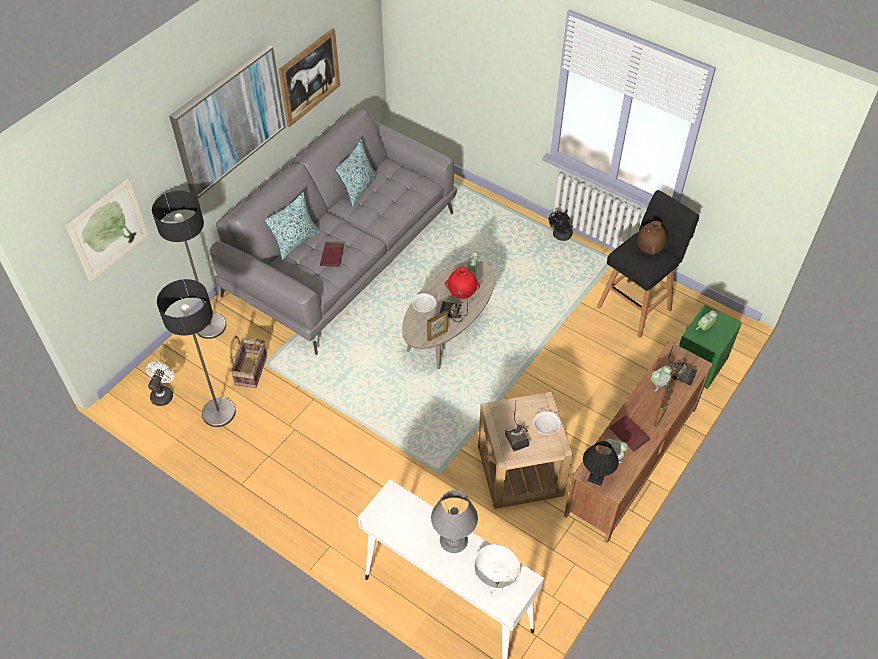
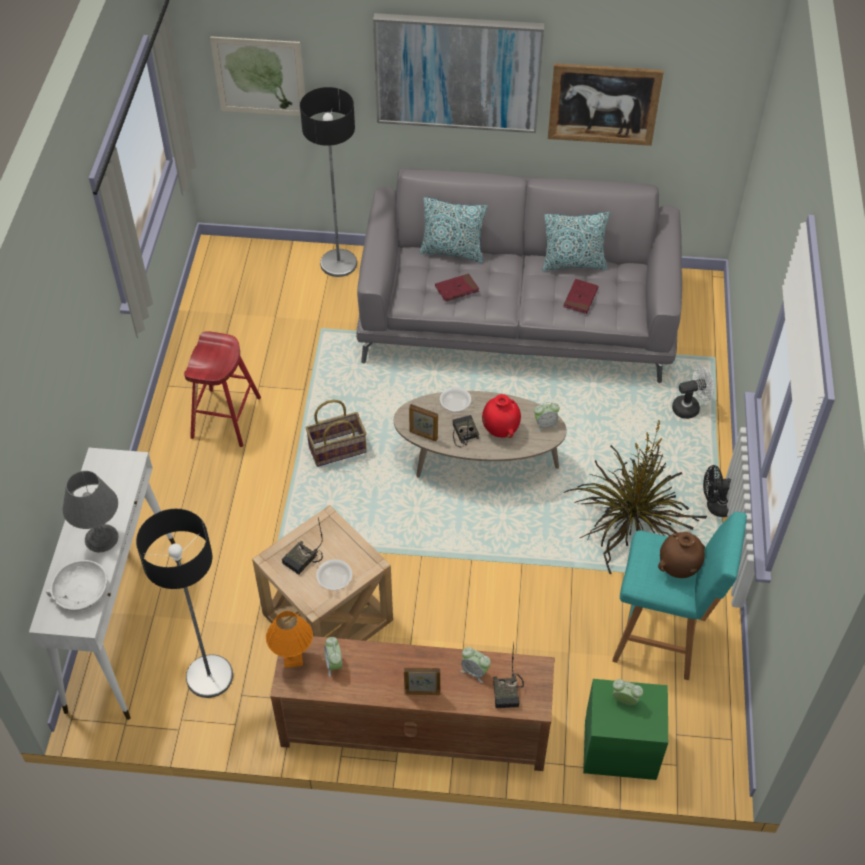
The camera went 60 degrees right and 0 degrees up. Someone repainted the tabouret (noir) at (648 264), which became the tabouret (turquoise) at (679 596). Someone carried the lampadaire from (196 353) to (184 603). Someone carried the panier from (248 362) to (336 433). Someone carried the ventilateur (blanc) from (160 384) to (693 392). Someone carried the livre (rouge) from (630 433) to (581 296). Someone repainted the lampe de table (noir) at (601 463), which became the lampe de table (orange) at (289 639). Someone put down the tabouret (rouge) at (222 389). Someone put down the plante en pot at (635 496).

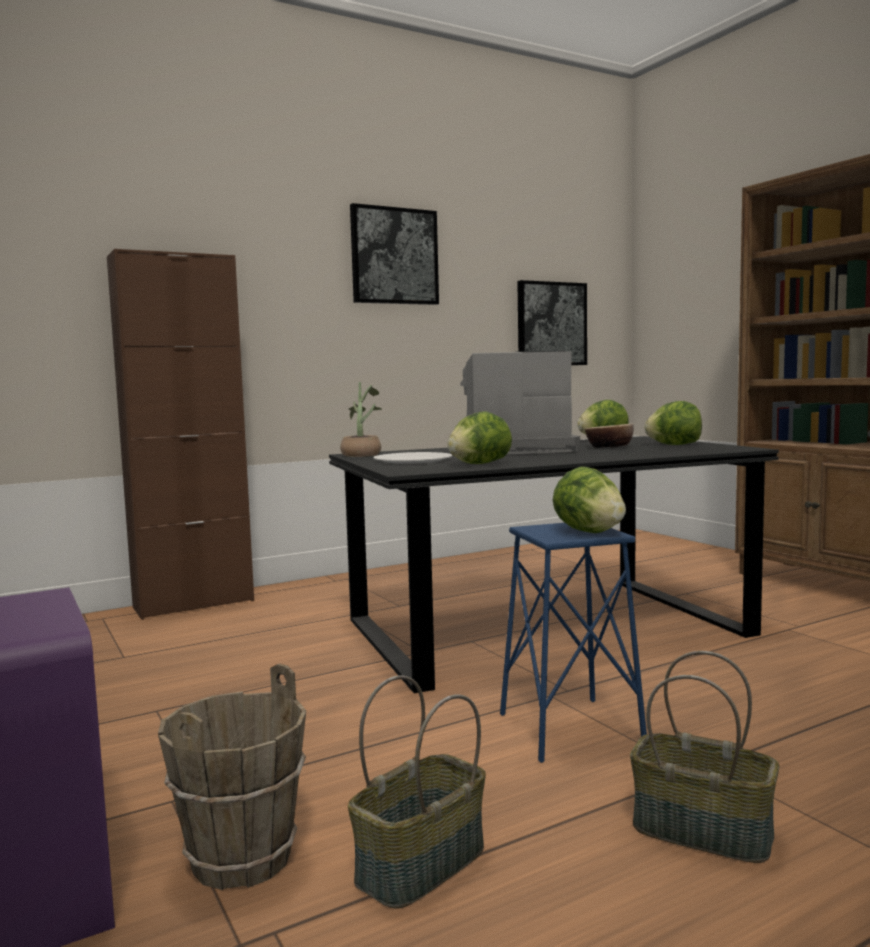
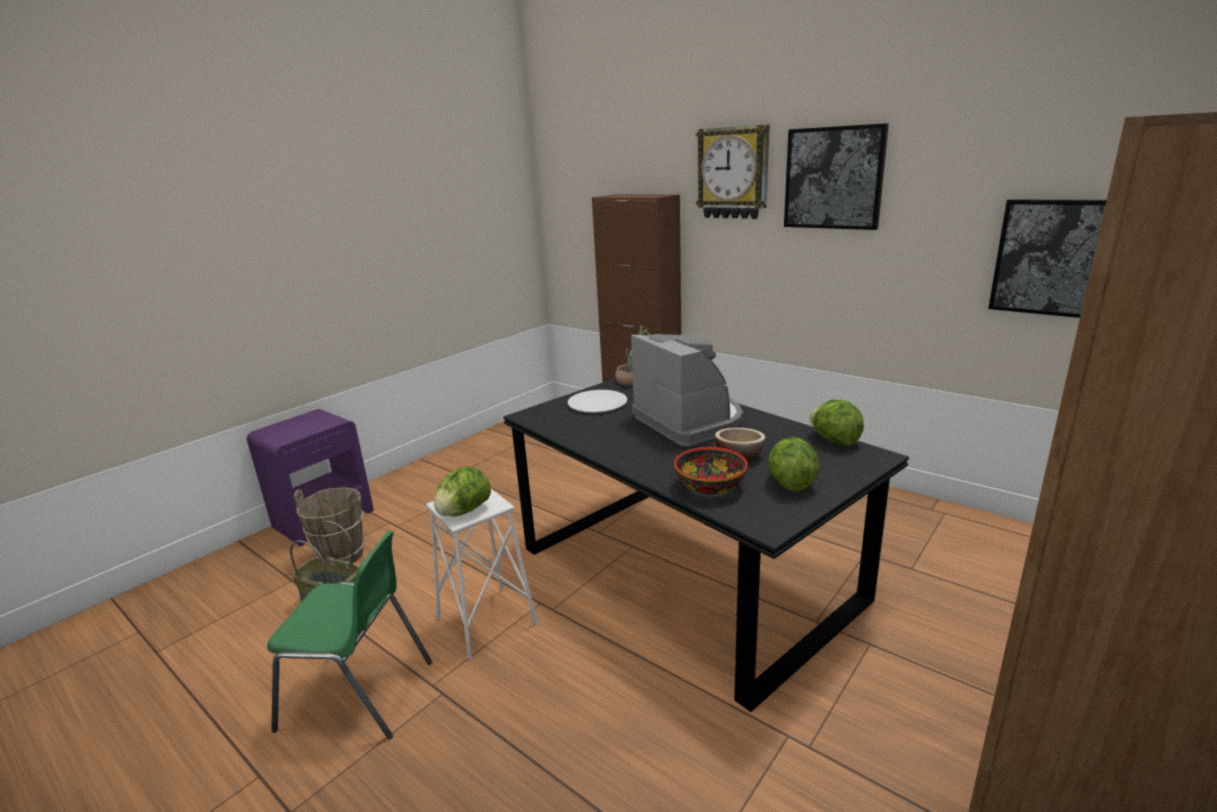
The camera went 70 degrees right and 15 degrees up. Someone took away the laitue at (479 438). Someone repainted the tabouret (bleu) at (573 643), which became the tabouret (blanc) at (482 574). Someone swapped the panier at (704 757) for the chaise (vert) at (349 635). Someone put up the horloge murale at (733 171). Someone put down the bol at (711 471).

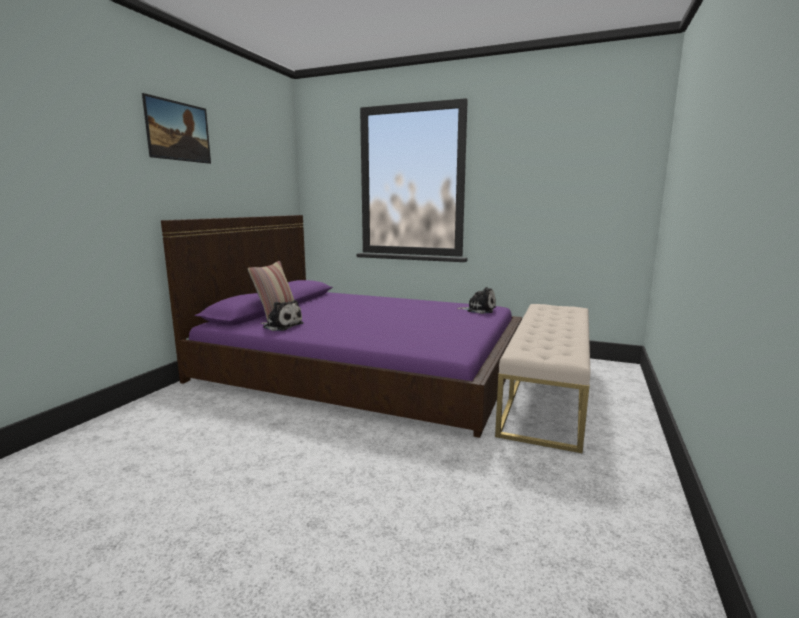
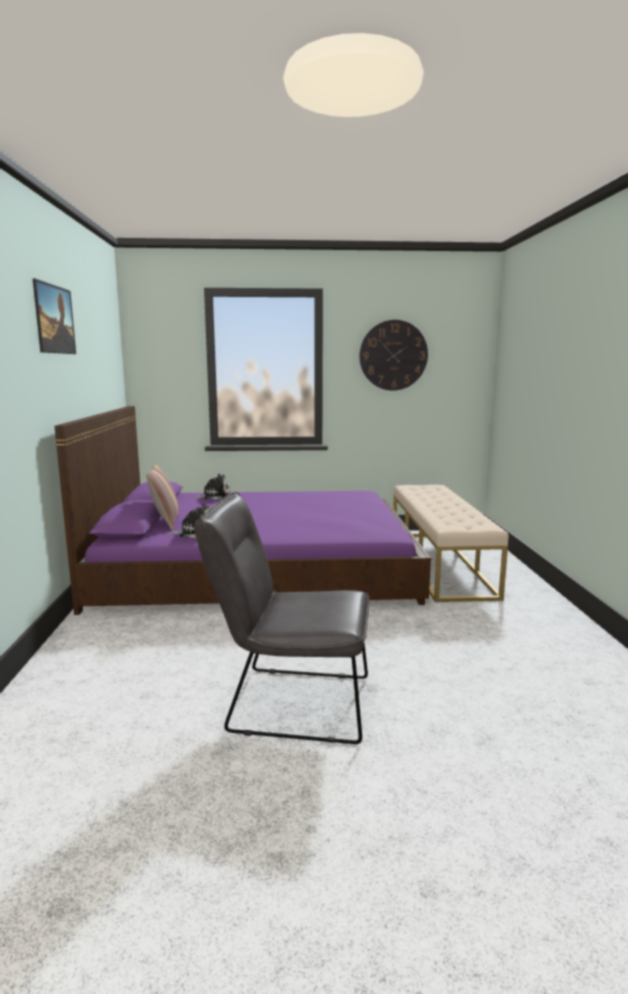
The camera went 25 degrees left and 0 degrees up. Someone carried the peluche from (477 300) to (211 487). Someone put up the horloge murale at (394 355). Someone put down the chaise (gris) at (282 618).

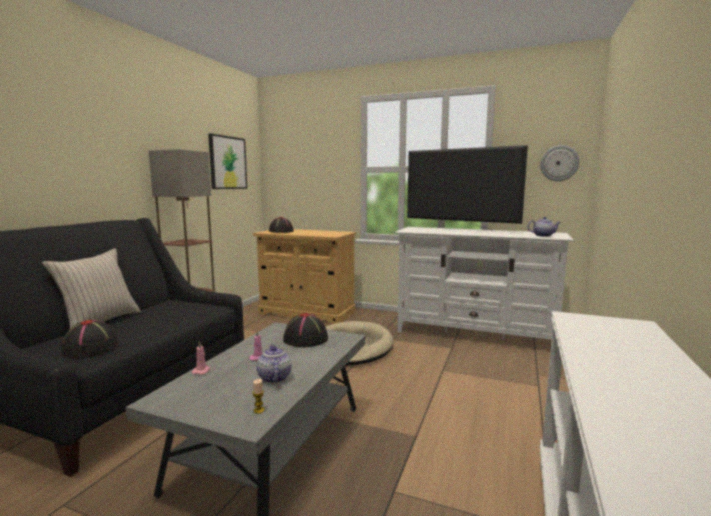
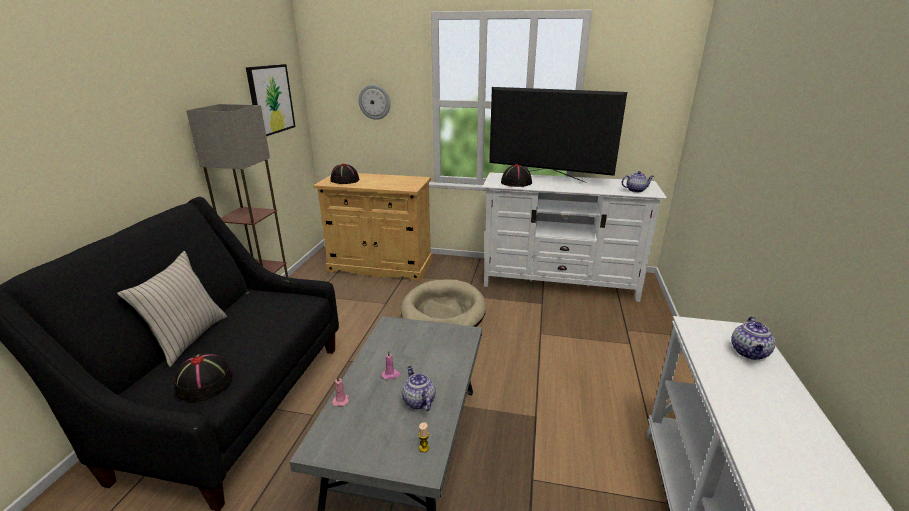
The camera went 10 degrees left and 15 degrees up. Someone carried the horloge murale from (560 163) to (374 102). Someone carried the chapeau (noir) from (305 330) to (516 175). Someone put down the théière at (753 338).

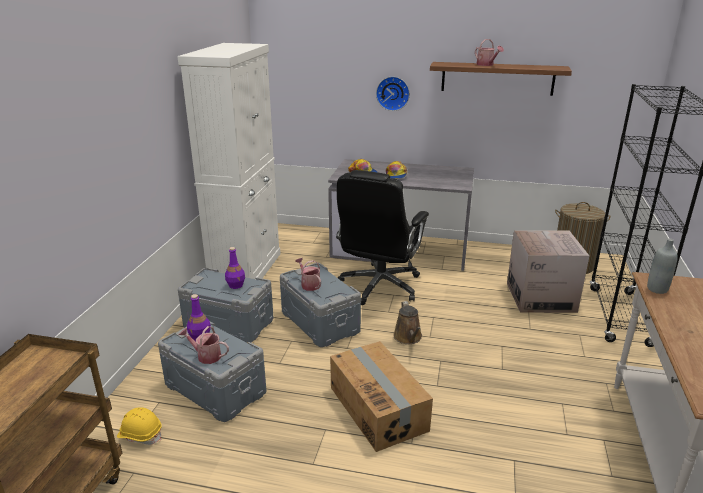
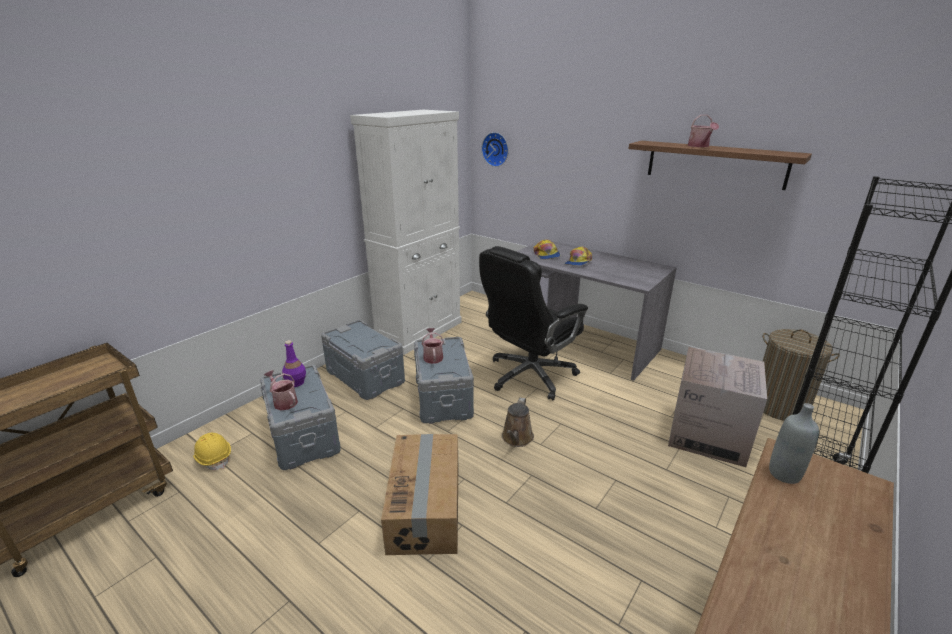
The camera went 25 degrees right and 0 degrees up. Someone carried the horloge murale from (393 93) to (495 149). Someone took away the bouteille (violet) at (235 268).

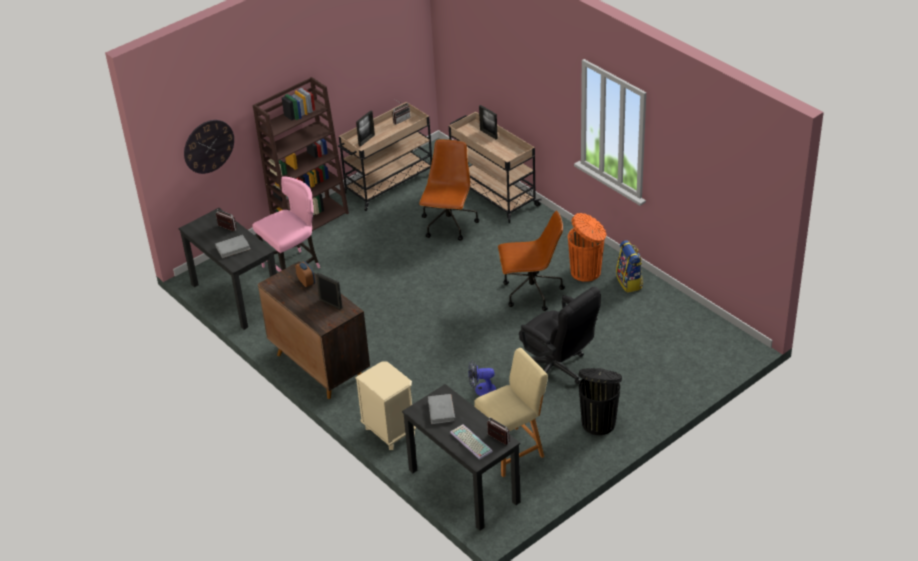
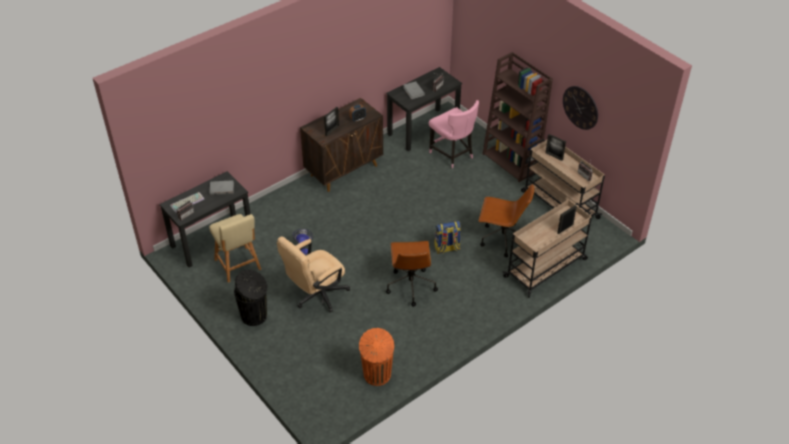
The camera went 90 degrees right and 5 degrees up. Someone carried the horloge murale from (209 147) to (580 108). Someone carried the poubelle (orange) from (587 247) to (376 357). Someone carried the sac à dos from (629 266) to (448 237). Someone repainted the chaise de bureau (noir) at (560 335), which became the chaise de bureau (beige) at (313 274). Someone took away the table de chevet (beige) at (385 406).

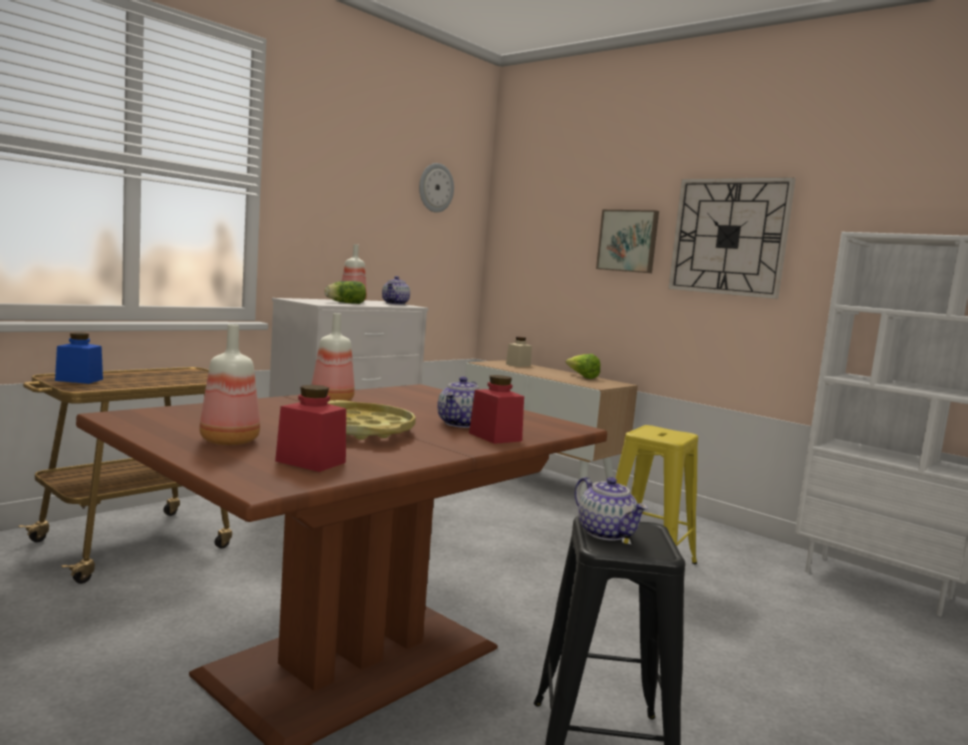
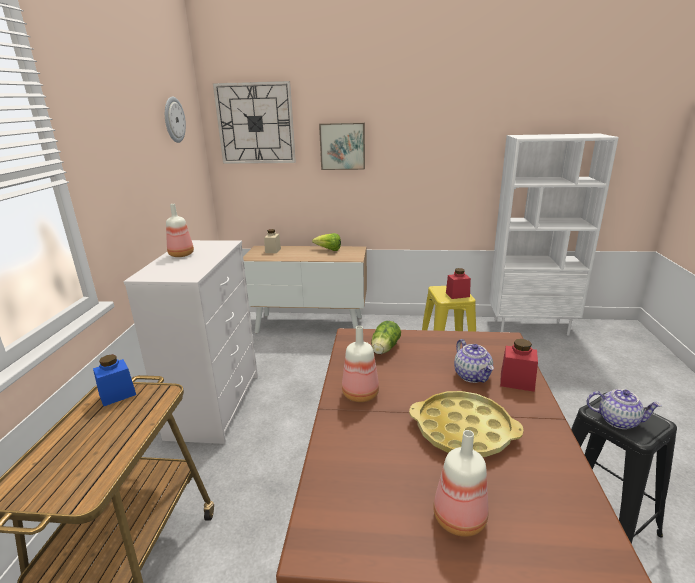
The camera went 35 degrees left and 15 degrees up. Someone carried the horloge murale from (732 238) to (254 122). Someone took away the théière at (396 290). Someone carried the laitue from (345 292) to (386 337). Someone carried the bocal (bleu) from (79 358) to (114 380). Someone carried the bocal (rouge) from (310 428) to (458 283).

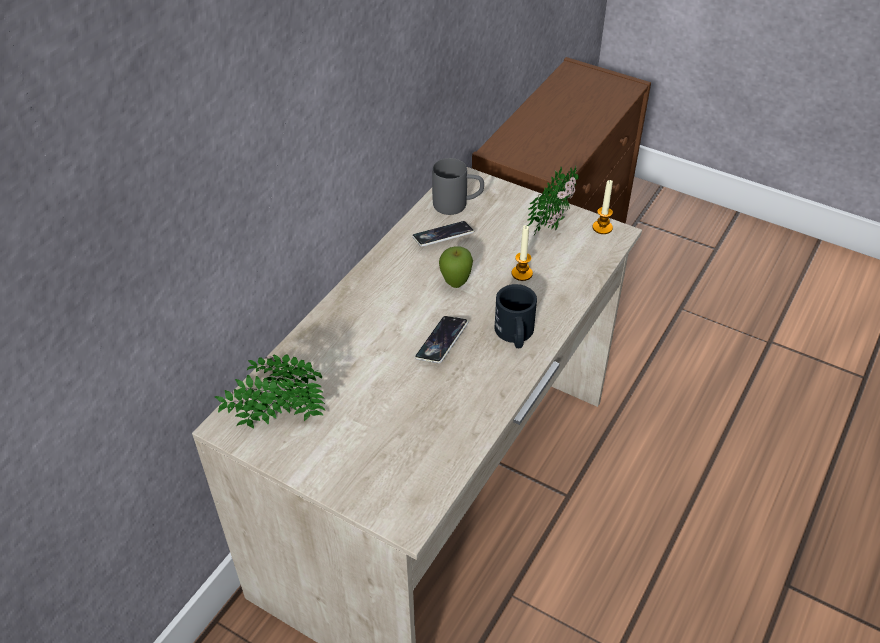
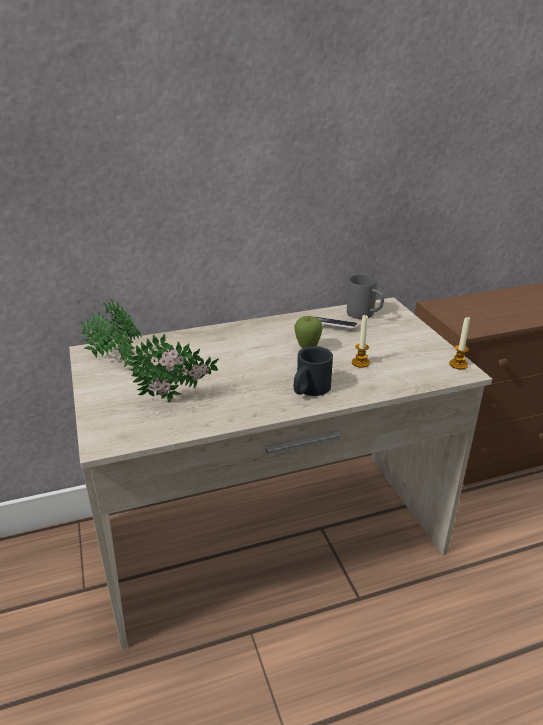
The camera went 40 degrees right and 15 degrees down. Someone carried the plante en pot from (553 200) to (174 368). Someone took away the téléphone at (442 340).

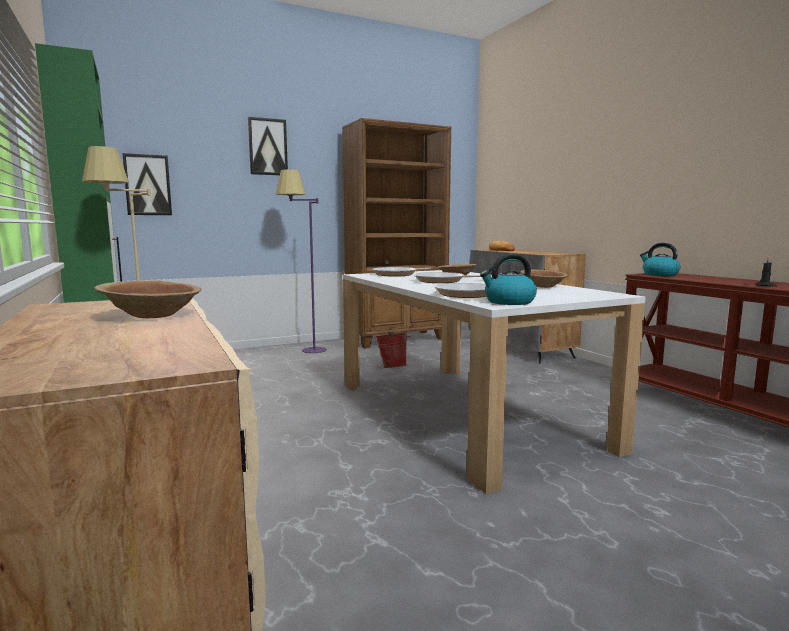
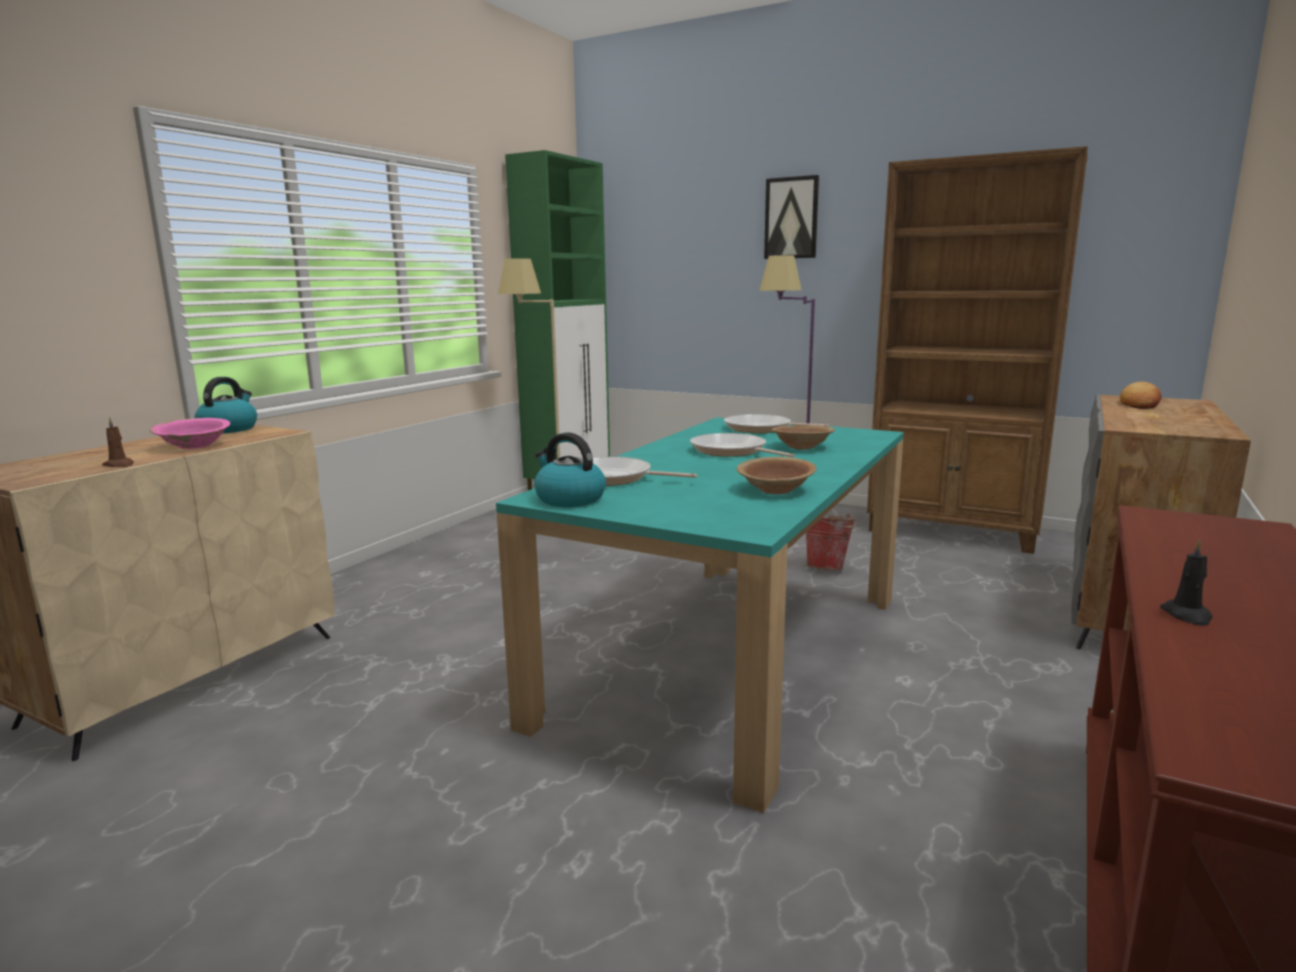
The camera went 55 degrees right and 5 degrees up. Someone took away the tableau at (147 184). Someone carried the bouilloire from (660 259) to (226 405). Someone repainted the table à manger (blanc) at (494 382), which became the table à manger (turquoise) at (700 615). Someone repainted the bol (marron) at (147 299), which became the bol (rose) at (190 433). Someone put down the bougie (marron) at (118 442).

